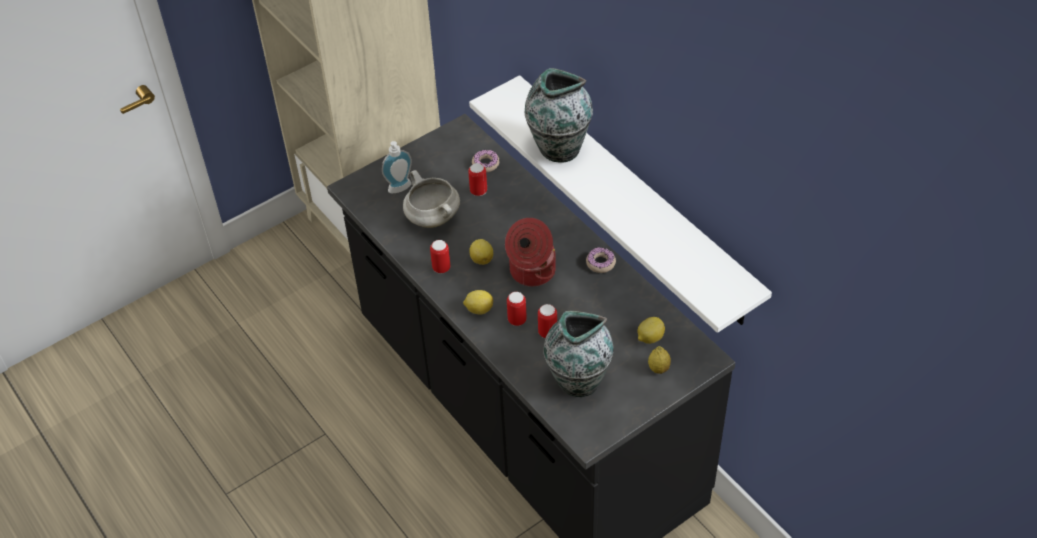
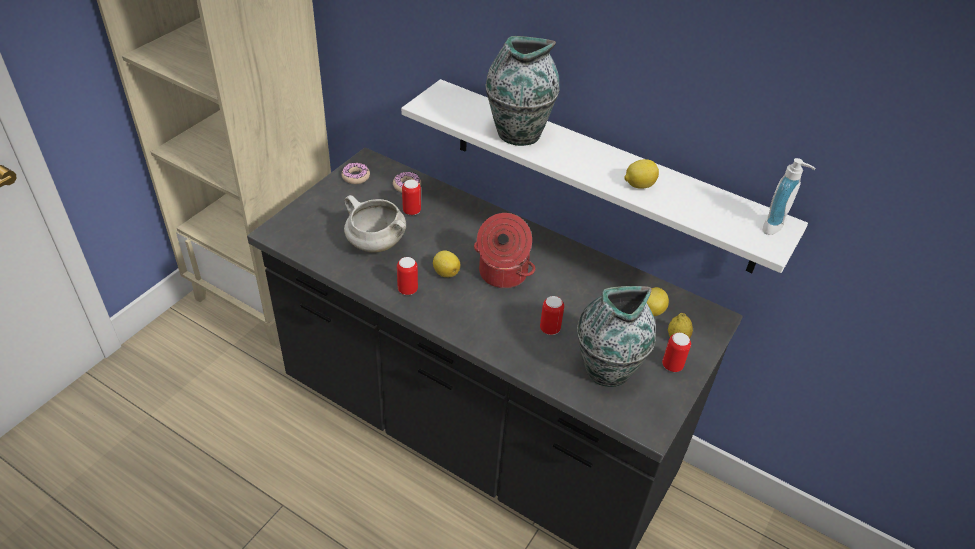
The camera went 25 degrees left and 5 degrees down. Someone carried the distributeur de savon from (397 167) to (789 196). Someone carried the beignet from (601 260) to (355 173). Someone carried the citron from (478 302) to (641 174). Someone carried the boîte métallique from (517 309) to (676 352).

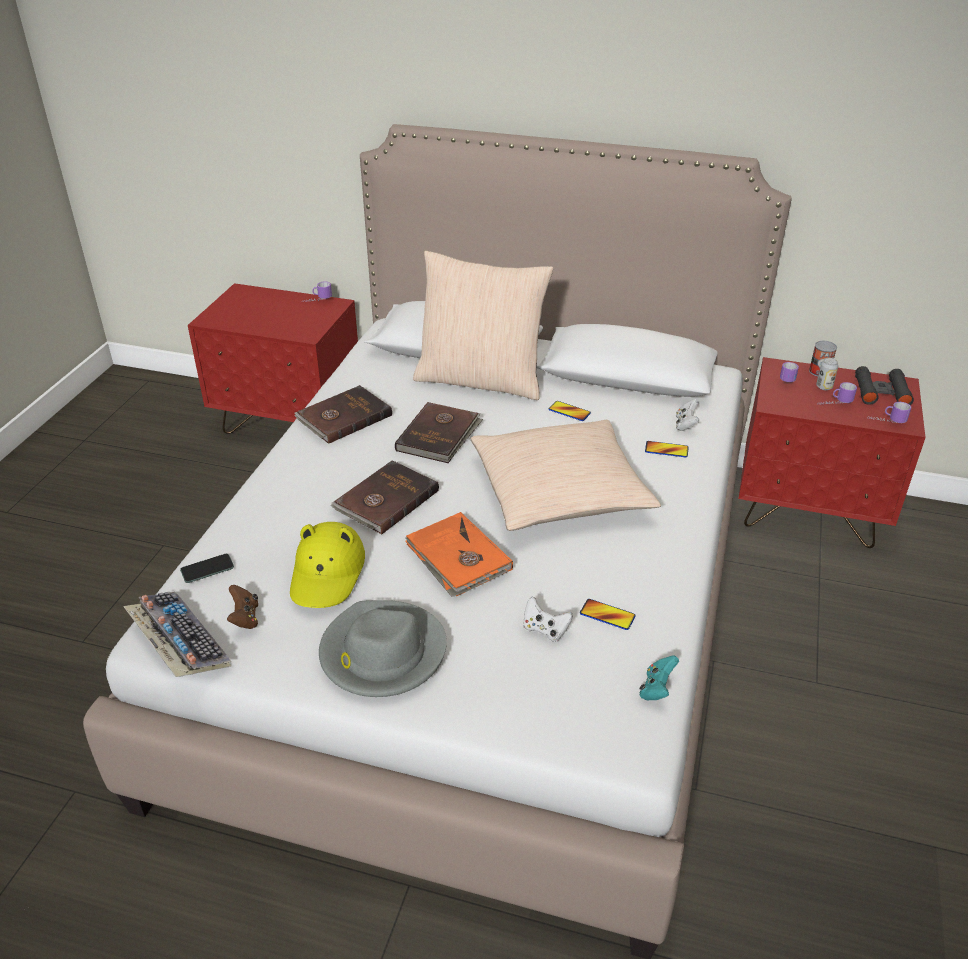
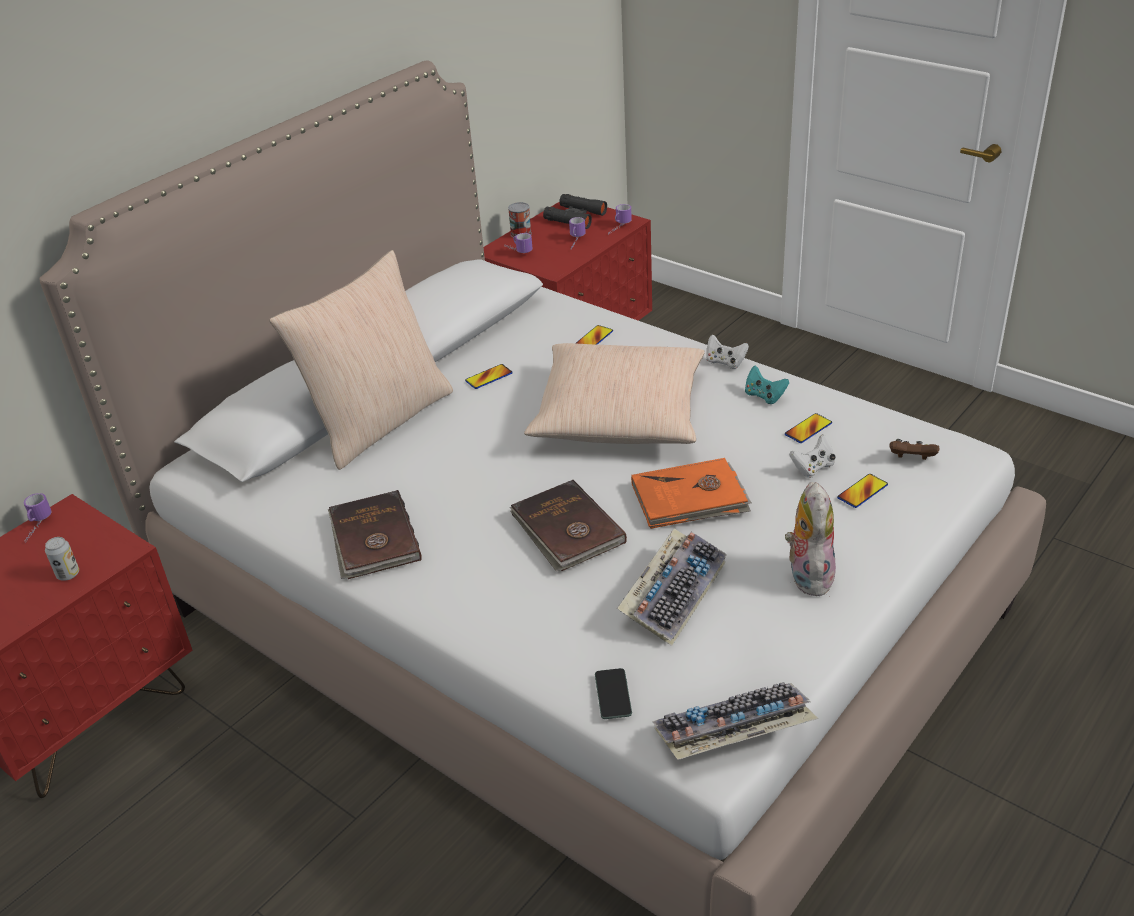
The camera went 65 degrees left and 0 degrees up. Someone carried the boîte métallique from (827 374) to (62 559). Someone carried the manette (blanc) from (687 415) to (727 351). Someone took away the livre (marron) at (439 432). Someone swapped the chapeau (jaune) at (327 565) for the clavier at (672 587). Someone carried the manette (marron) from (242 607) to (914 449). Someone swapped the chapeau (gris) at (383 648) for the peluche at (810 539). Someone carried the manette (turquoise) from (659 677) to (767 385). Someone put down the téléphone at (862 491).

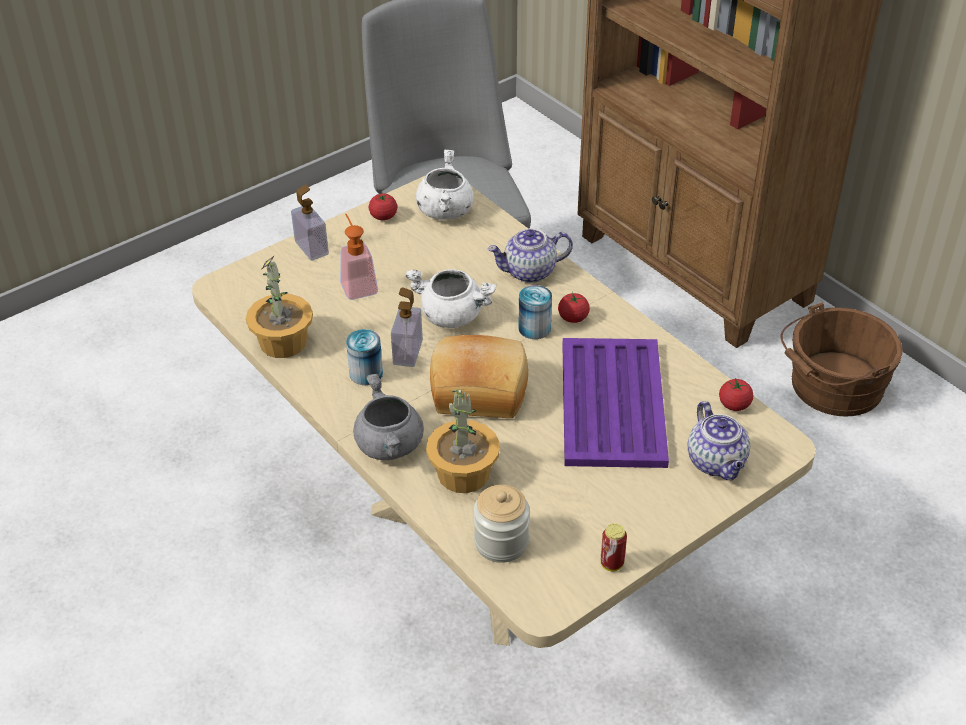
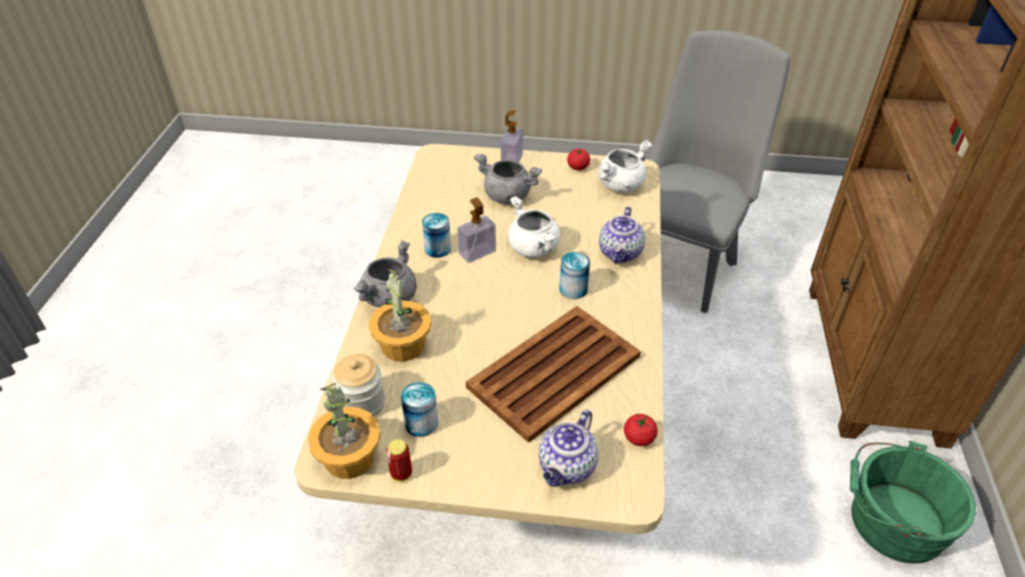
The camera went 45 degrees right and 0 degrees up. Someone swapped the distributeur de savon at (359 257) for the marmite (gris) at (508 179). Someone rotated the théière at (530 255) by 105 degrees counterclockwise. Someone carried the plante en pot from (279 306) to (344 431). Someone took away the tomate at (574 307). Someone repainted the seau (marron) at (841 359), which became the seau (vert) at (913 502). Someone took away the pain at (479 376). Someone repainted the plateau (violet) at (615 403), which became the plateau (marron) at (553 374). Someone put down the boîte métallique at (419 409).

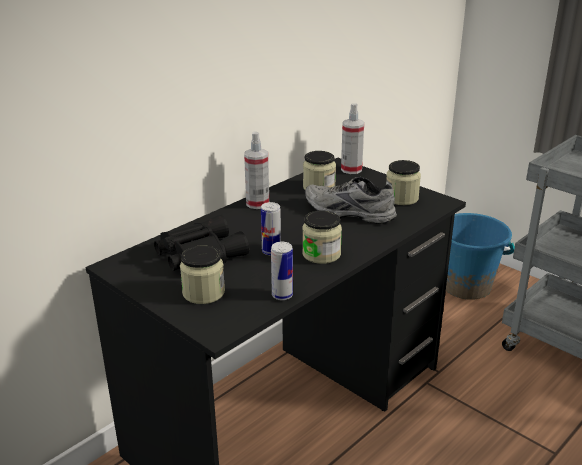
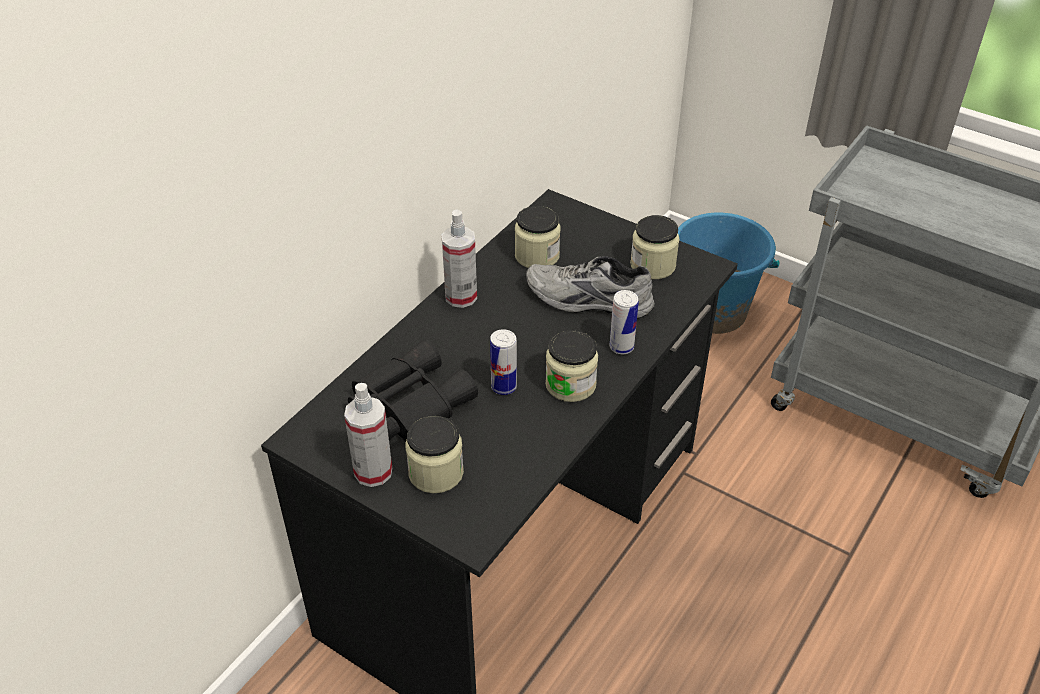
The camera went 10 degrees left and 15 degrees up. Someone carried the vaporisateur from (352 139) to (368 435). Someone carried the boîte métallique from (282 271) to (624 322).

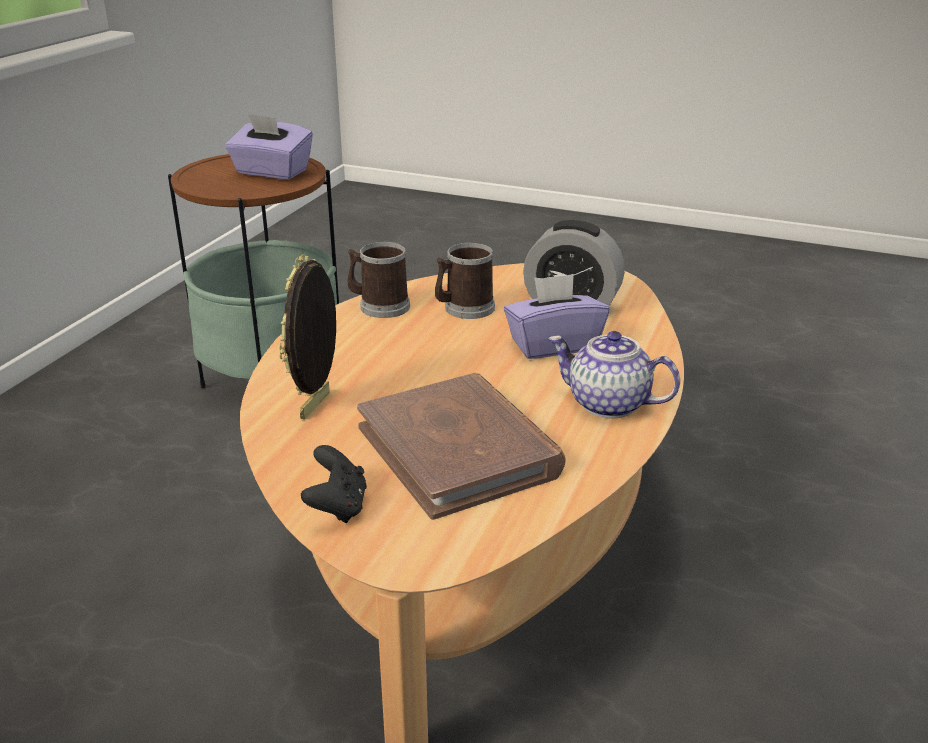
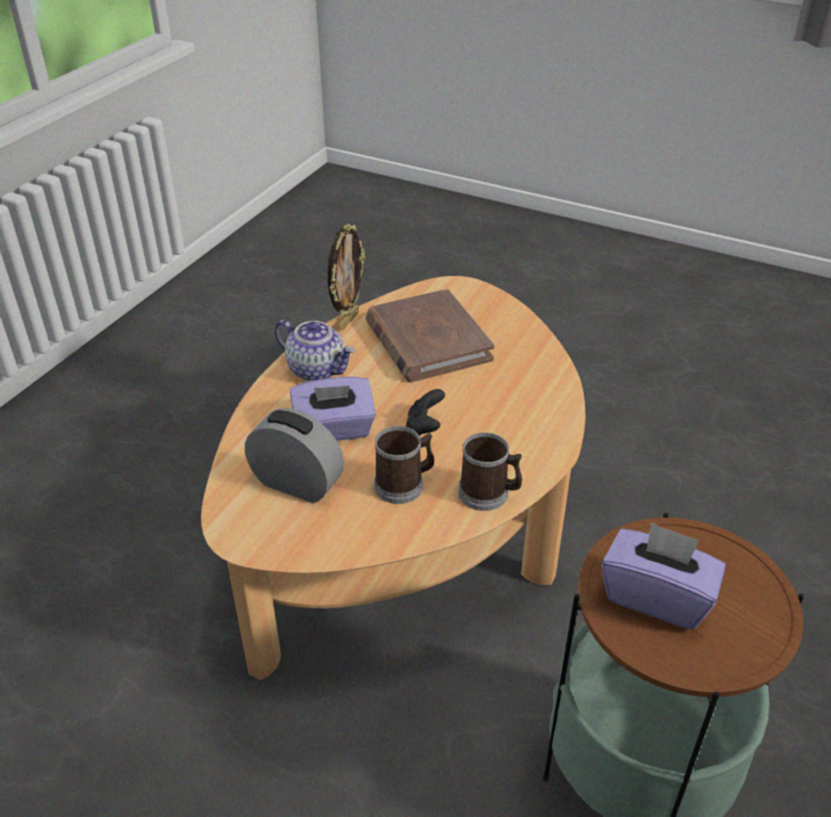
The camera went 175 degrees left and 10 degrees up. Someone carried the cadre photo from (307 337) to (346 277). Someone carried the manette (noir) from (334 484) to (425 412).

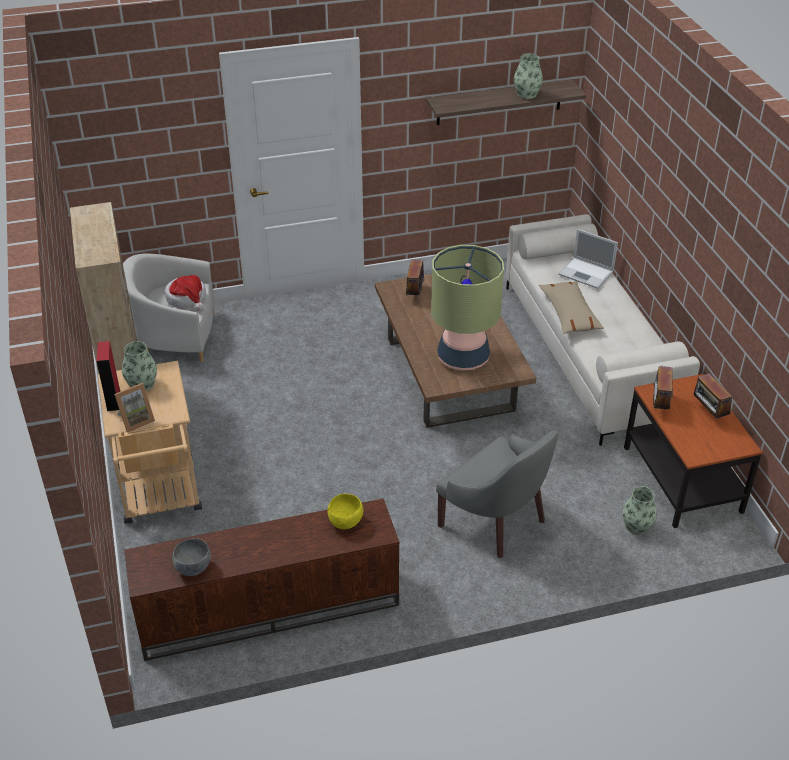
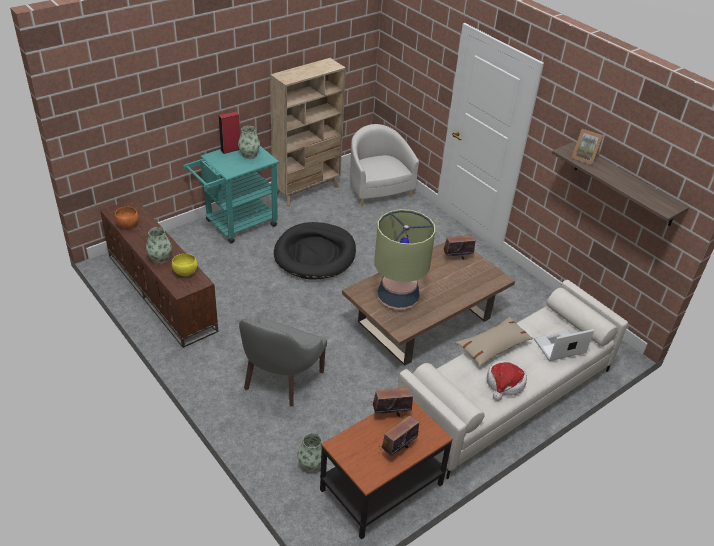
The camera went 65 degrees right and 0 degrees up. Someone carried the vase from (528 76) to (159 245). Someone rotated the ordinateur portable at (588 259) by 60 degrees clockwise. Someone carried the chapeau from (185 293) to (507 380). Someone repainted the chariot (beige) at (150 442), which became the chariot (turquoise) at (231 195). Someone carried the cadre photo from (134 407) to (587 147). Someone repainted the bol (gris) at (191 557), which became the bol (orange) at (126 217). Someone put down the panier pour chien (noir) at (315 251).

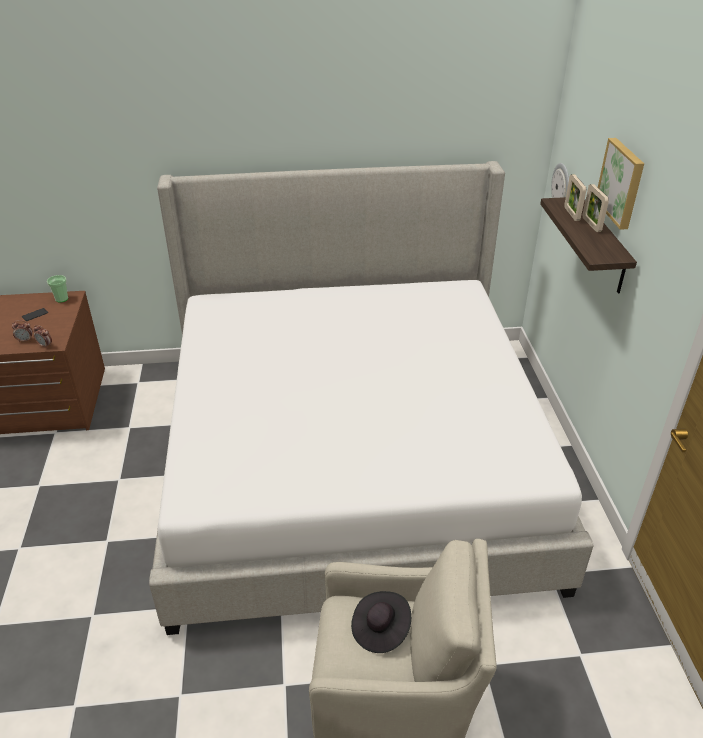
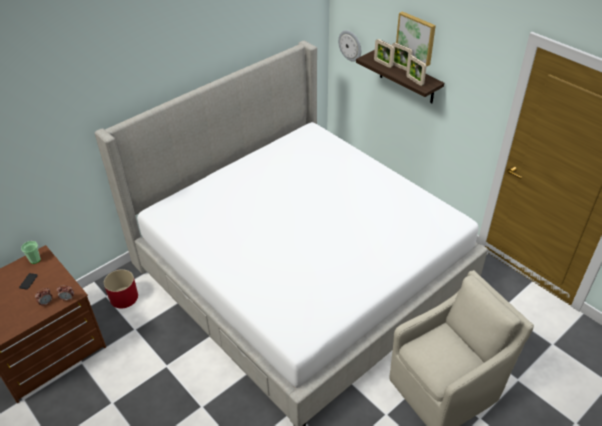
The camera went 35 degrees left and 5 degrees up. Someone took away the chapeau (noir) at (381 622). Someone put down the cadre photo at (416 70). Someone put down the cache-pot (rouge) at (121 288).

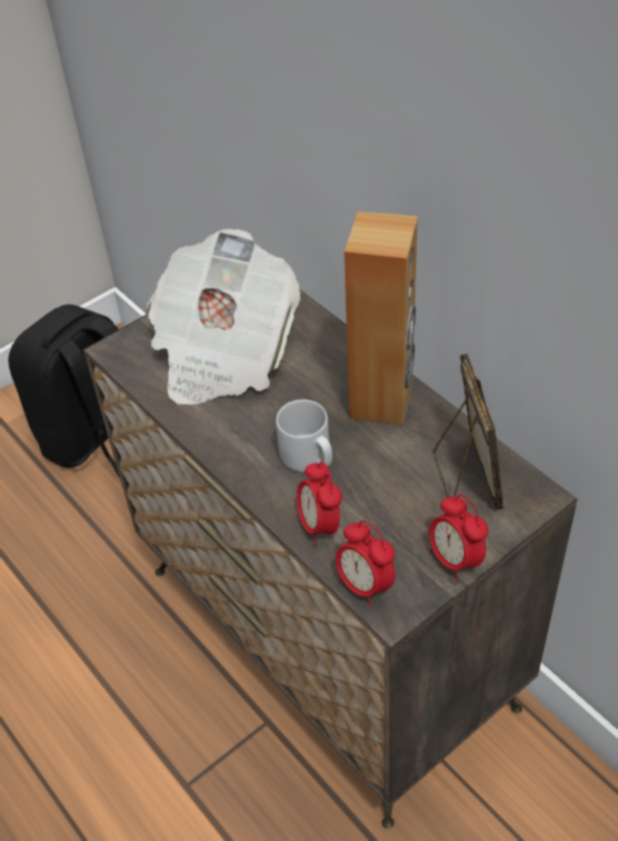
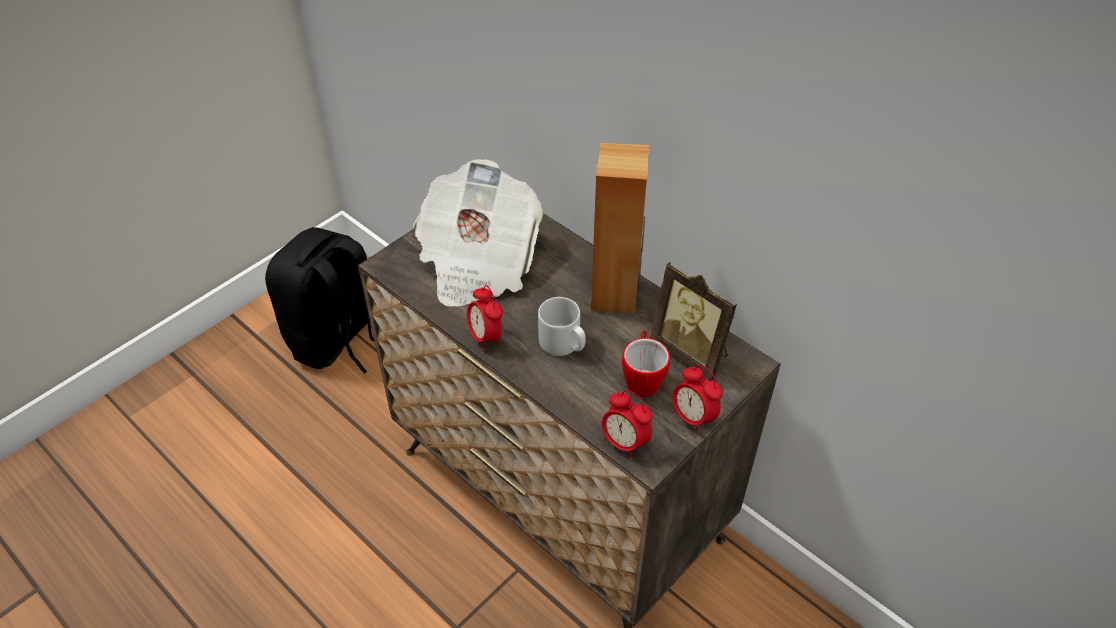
The camera went 10 degrees left and 0 degrees up. Someone rotated the cadre photo at (468 432) by 150 degrees clockwise. Someone carried the réveil from (319 503) to (485 318). Someone put down the mug at (646 363).

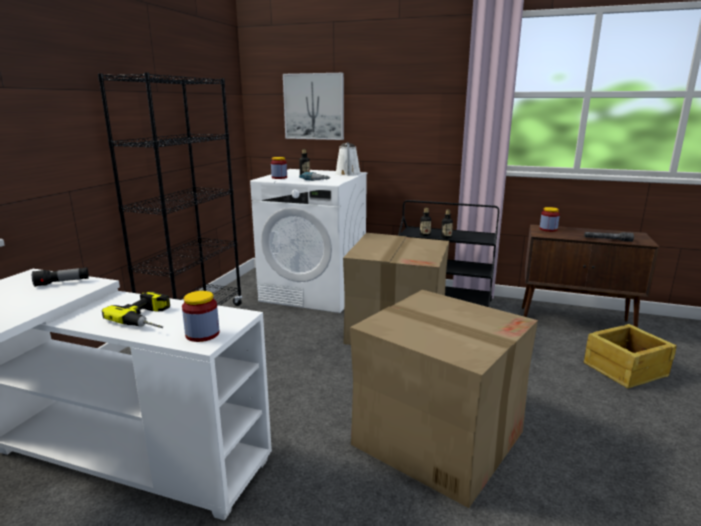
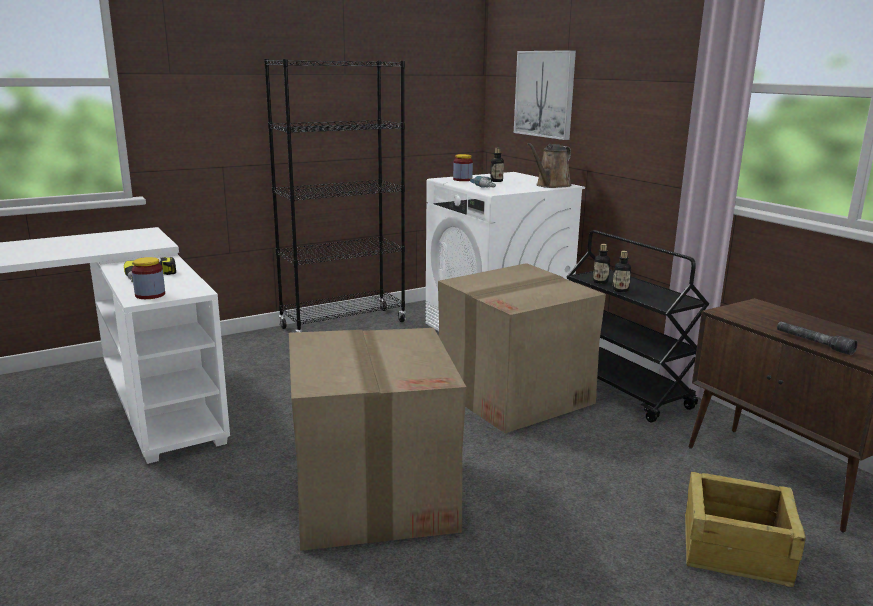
The camera went 40 degrees right and 0 degrees up. Someone repainted the arrosoir (blanc) at (348 159), which became the arrosoir (marron) at (550 165). Someone took away the bocal at (550 219). Someone took away the lampe de poche at (60 277).

